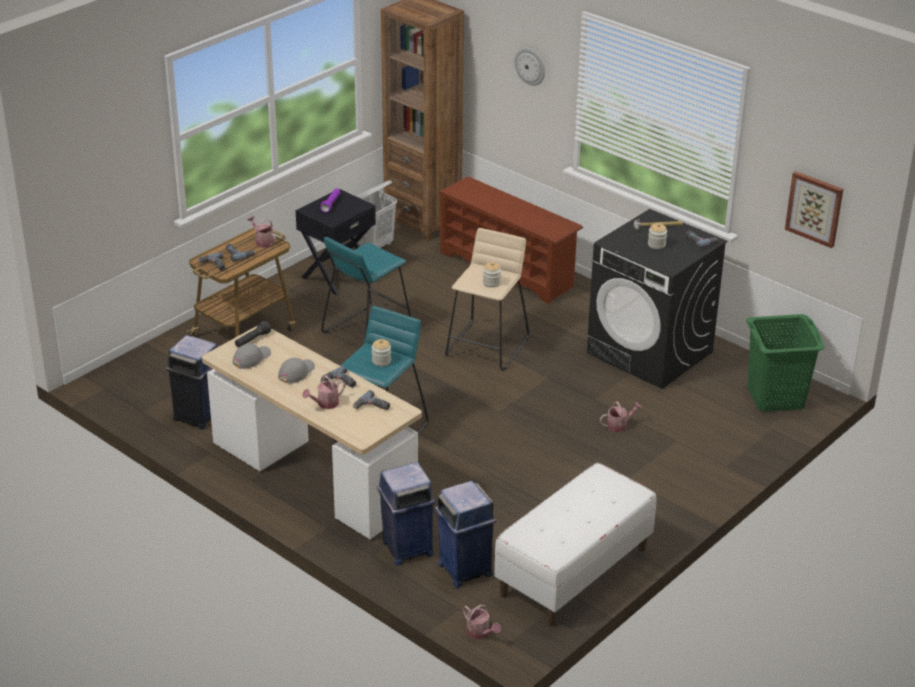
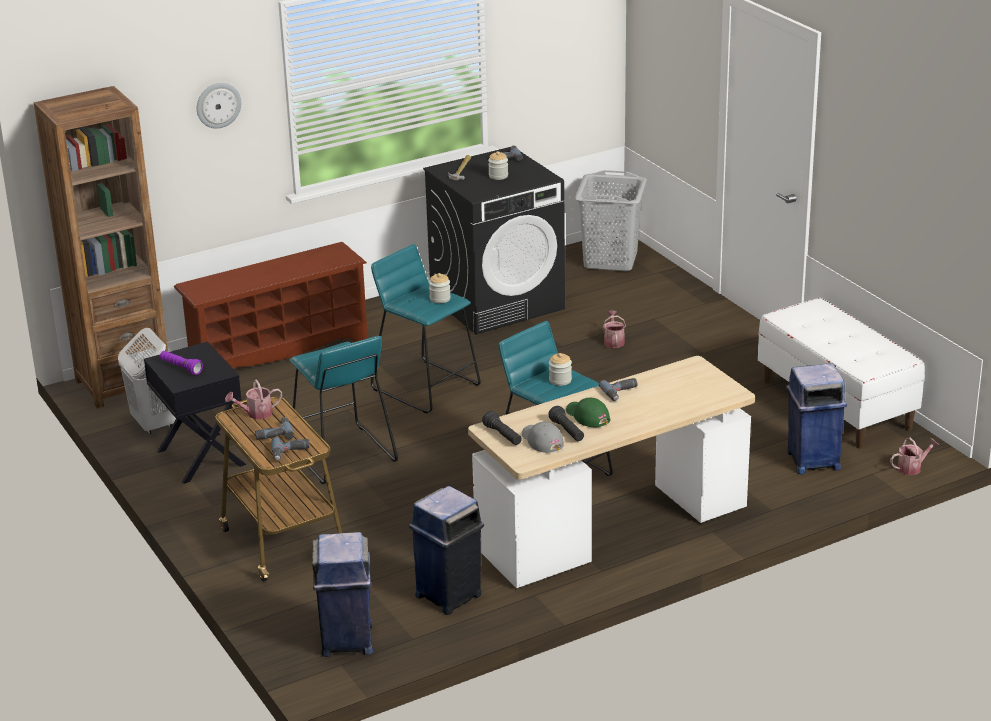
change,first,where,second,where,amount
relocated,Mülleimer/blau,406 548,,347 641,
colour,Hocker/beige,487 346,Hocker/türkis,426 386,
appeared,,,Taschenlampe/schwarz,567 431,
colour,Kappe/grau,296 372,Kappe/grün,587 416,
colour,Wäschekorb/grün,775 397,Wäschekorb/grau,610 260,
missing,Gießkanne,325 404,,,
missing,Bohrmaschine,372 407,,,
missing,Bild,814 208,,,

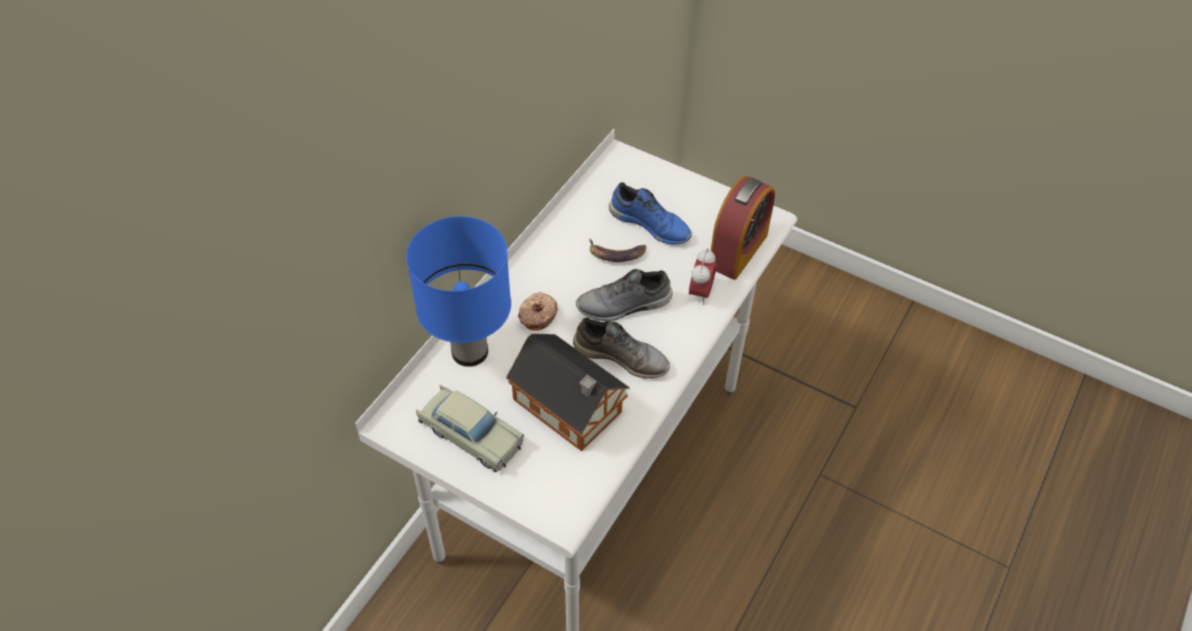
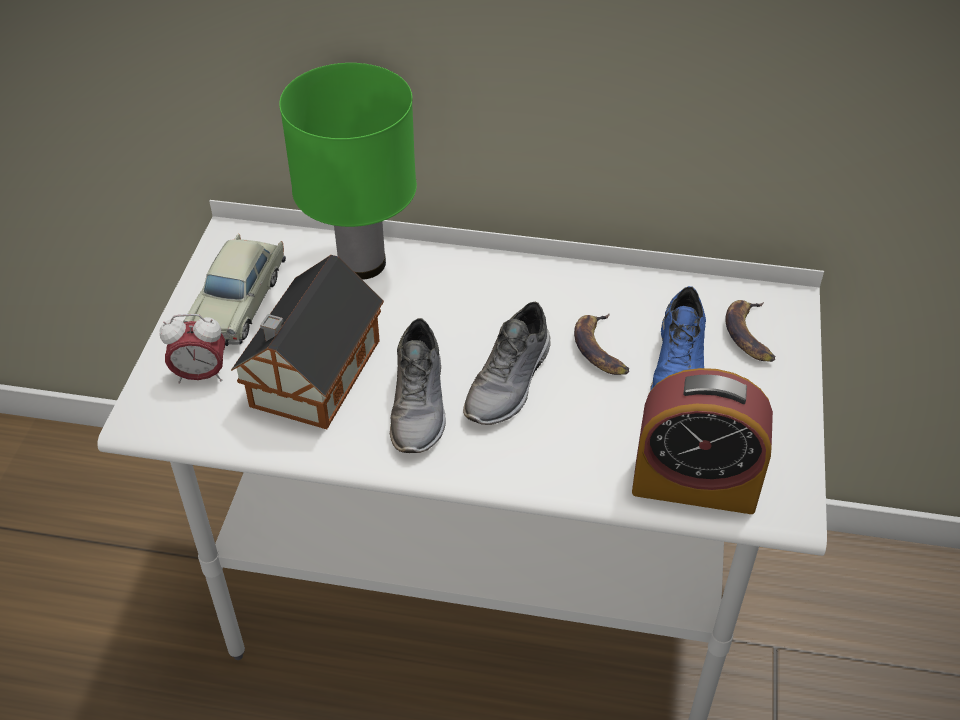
change,first,where,second,where,amount
relocated,Wecker,700 293,,201 375,
colour,Tischlampe/blau,469 351,Tischlampe/grün,363 263,
spun,Schuh/grau,624 306,,510 382,120 degrees counterclockwise
appeared,,,Banane,750 335,
missing,Donut,537 315,,,

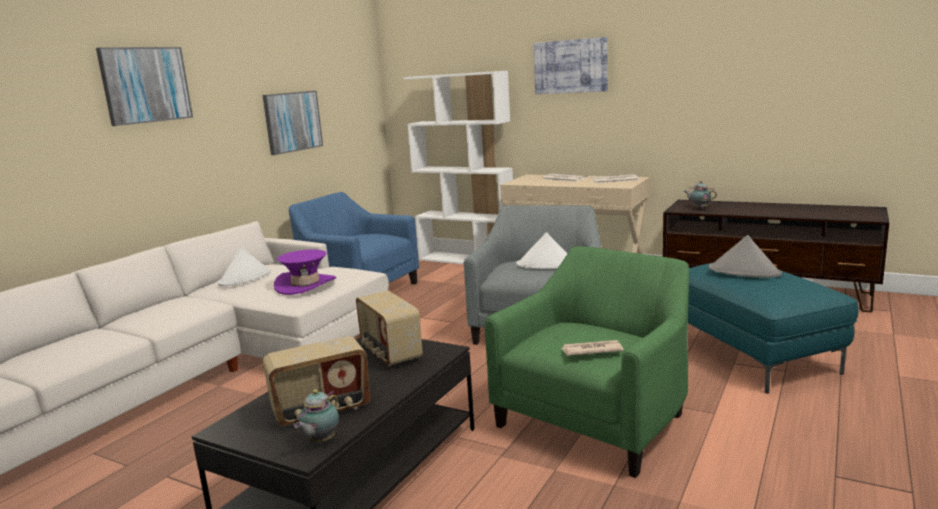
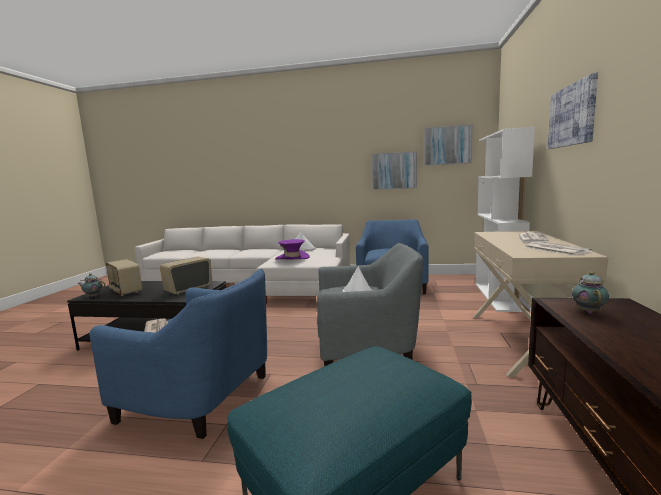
change,first,where,second,where,amount
colour,Sessel/grün,596 419,Sessel/blau,202 396,
relocated,Bild,145 85,,447 145,
missing,Hut/grau,744 272,,,

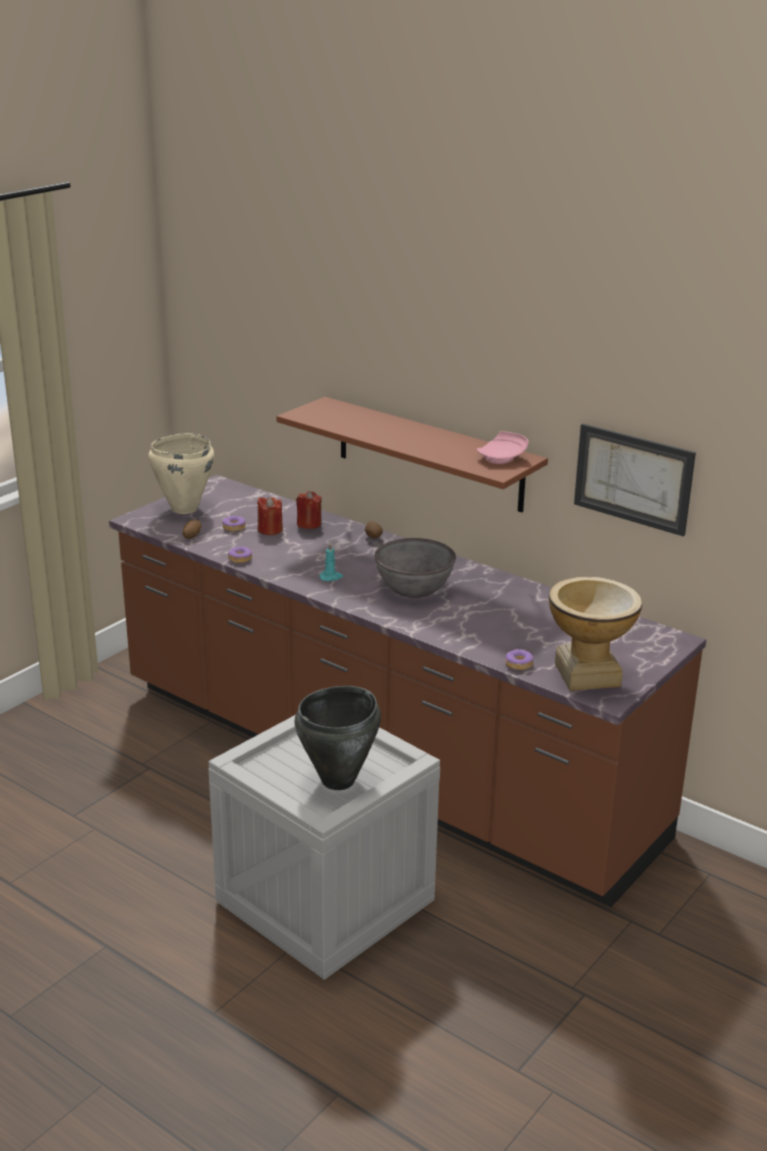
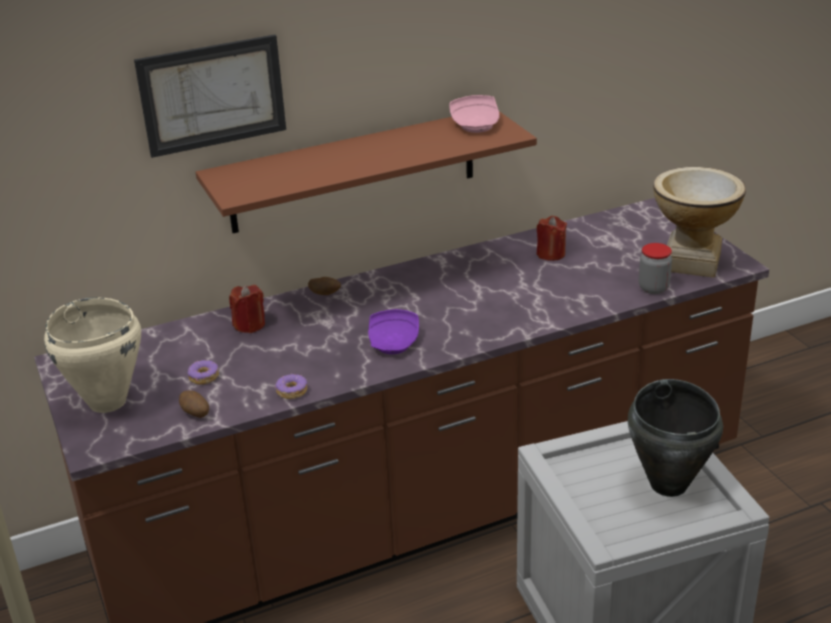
change,first,where,second,where,amount
relocated,Bild,633 478,,212 95,
exchanged,Kerze/türkis,331 577,Teller/lila,394 342,
relocated,Kerze/rot,270 530,,550 254,
exchanged,Donut,518 664,Vorratsglas,653 288,
missing,Schüssel/grau,414 588,,,

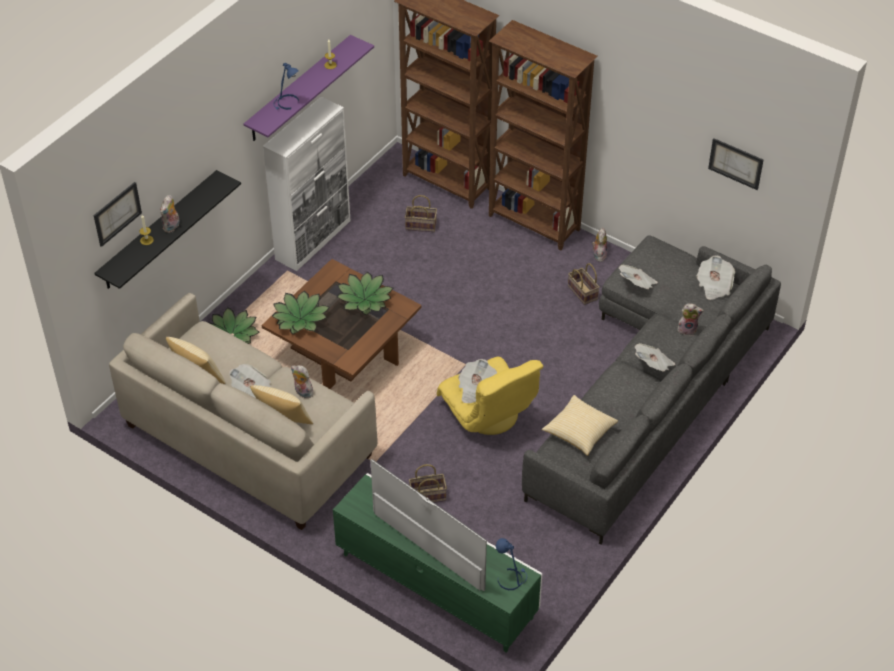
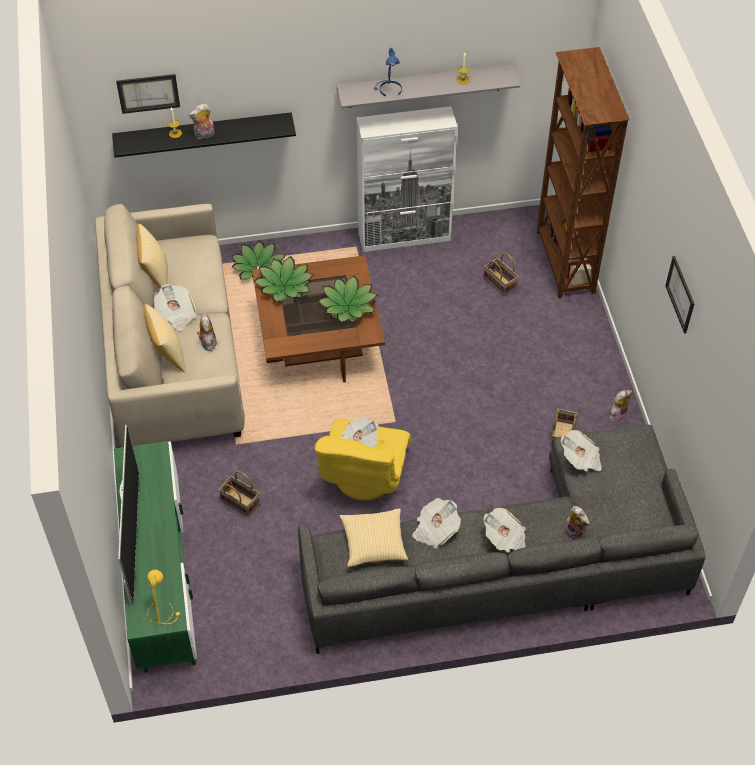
change,first,where,second,where,amount
colour,Tischlampe/blau,511 578,Tischlampe/gelb,162 612,
colour,Wandregal/lila,299 89,Wandregal/grau,424 86,
relocated,Zeitung,714 286,,435 530,
relocated,Bild,736 163,,680 294,
missing,Bücherregal/braun,534 223,,,

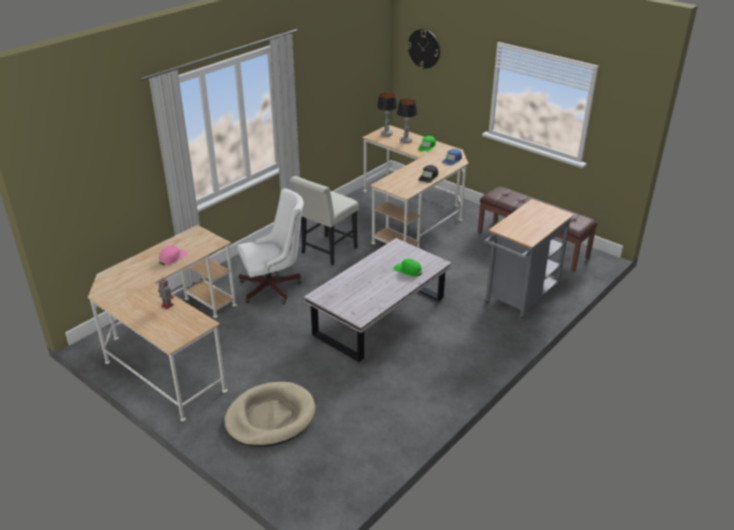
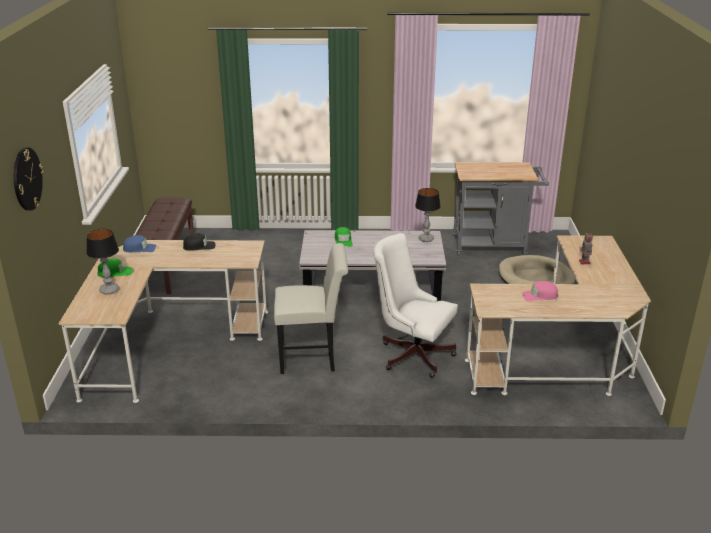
change,first,where,second,where,amount
relocated,Tischlampe,386 134,,426 239,
relocated,Rollwagen/grau,519 299,,494 246,

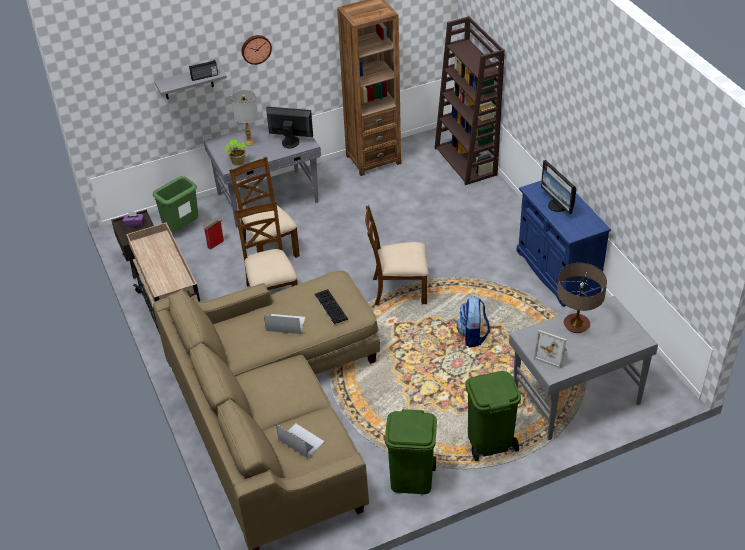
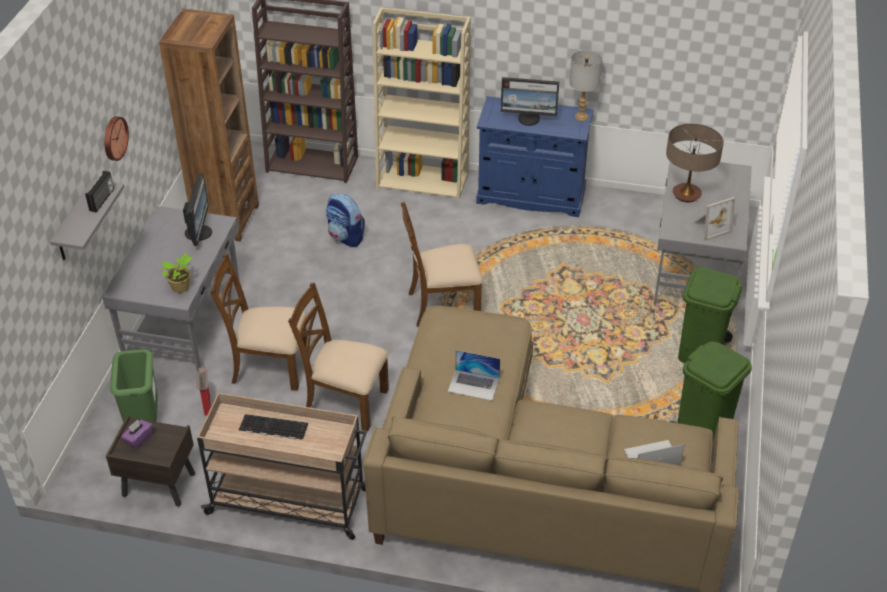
change,first,where,second,where,amount
spun,Monitor,290 142,,199 232,135 degrees clockwise
relocated,Tastatur,330 306,,272 427,
relocated,Rucksack,473 336,,346 237,
appeared,,,Bücherregal/beige,423 180,
spun,Stuhl/braun,398 290,,442 305,45 degrees clockwise
spun,Laptop,285 324,,473 385,120 degrees counterclockwise
relocated,Tischlampe/grau,249 142,,581 117,

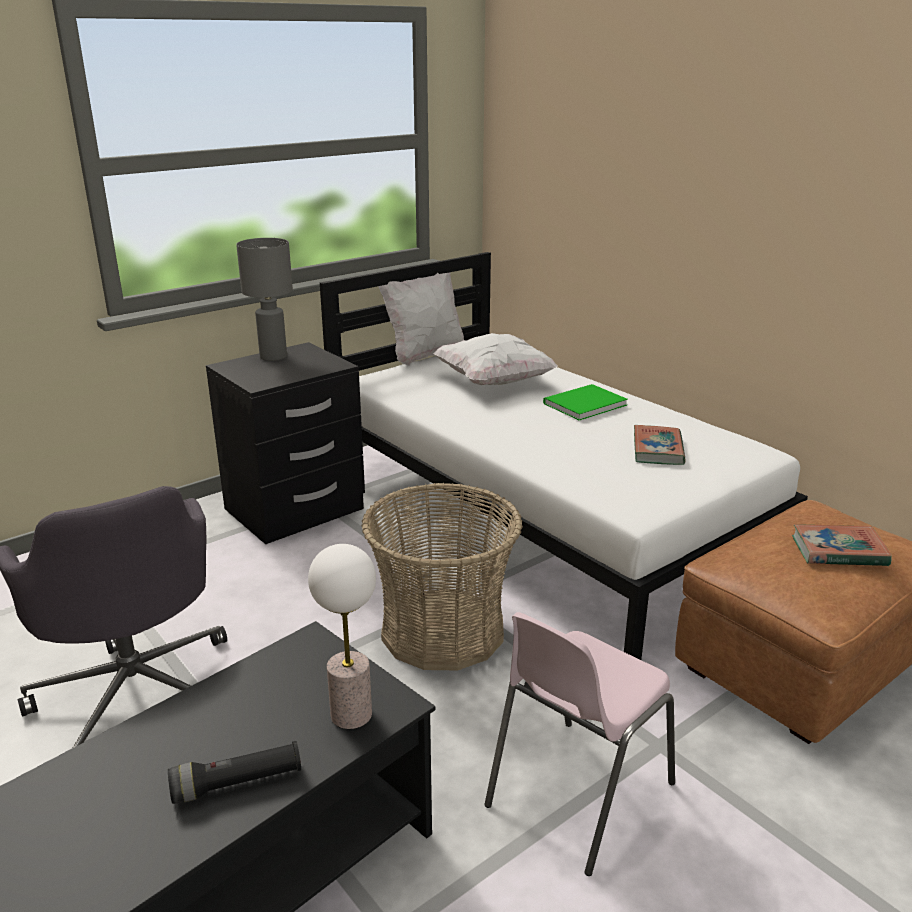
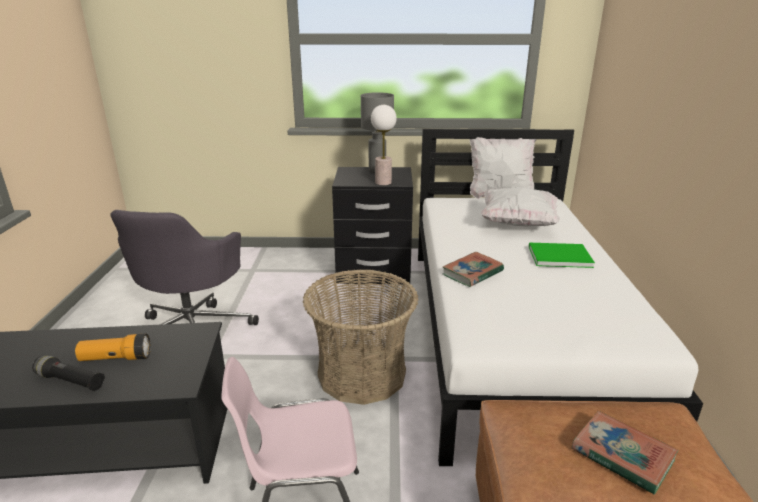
change,first,where,second,where,amount
appeared,,,Taschenlampe,116 358,
relocated,Tischlampe,350 714,,383 182,
relocated,Buch,658 450,,472 273,

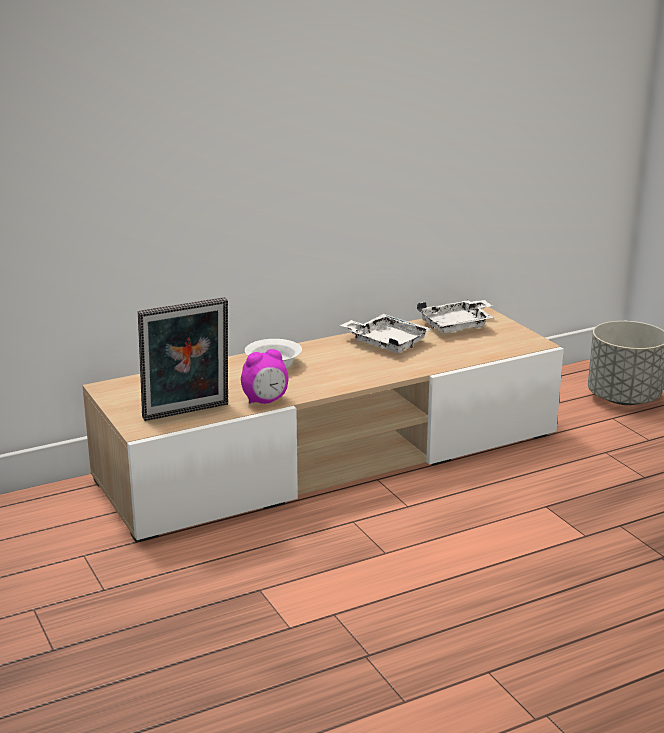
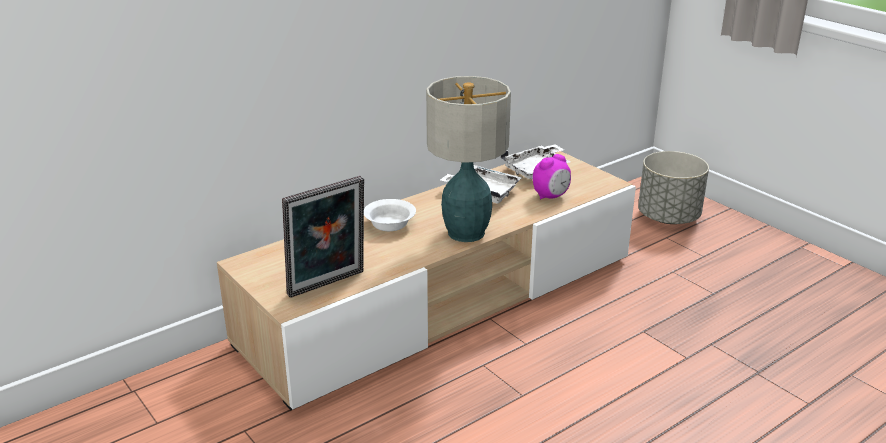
change,first,where,second,where,amount
appeared,,,Tischlampe,465 233,
relocated,Wecker,265 401,,551 196,

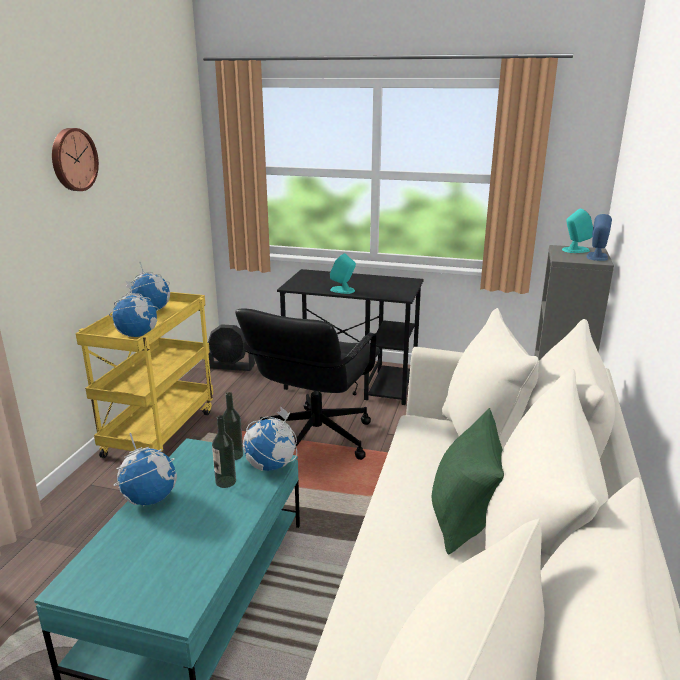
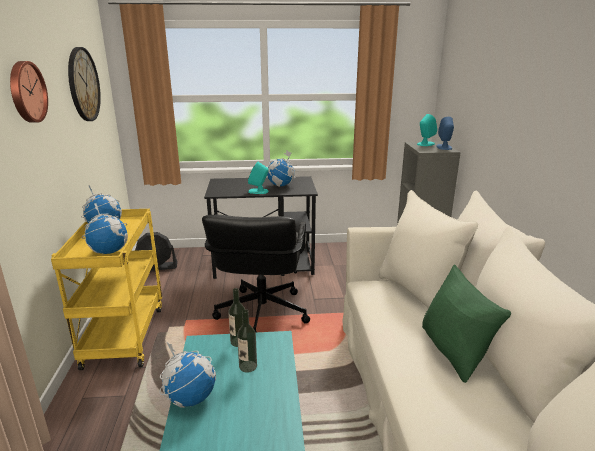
change,first,where,second,where,amount
appeared,,,Wanduhr,83 84,
relocated,Globus,271 466,,281 185,

